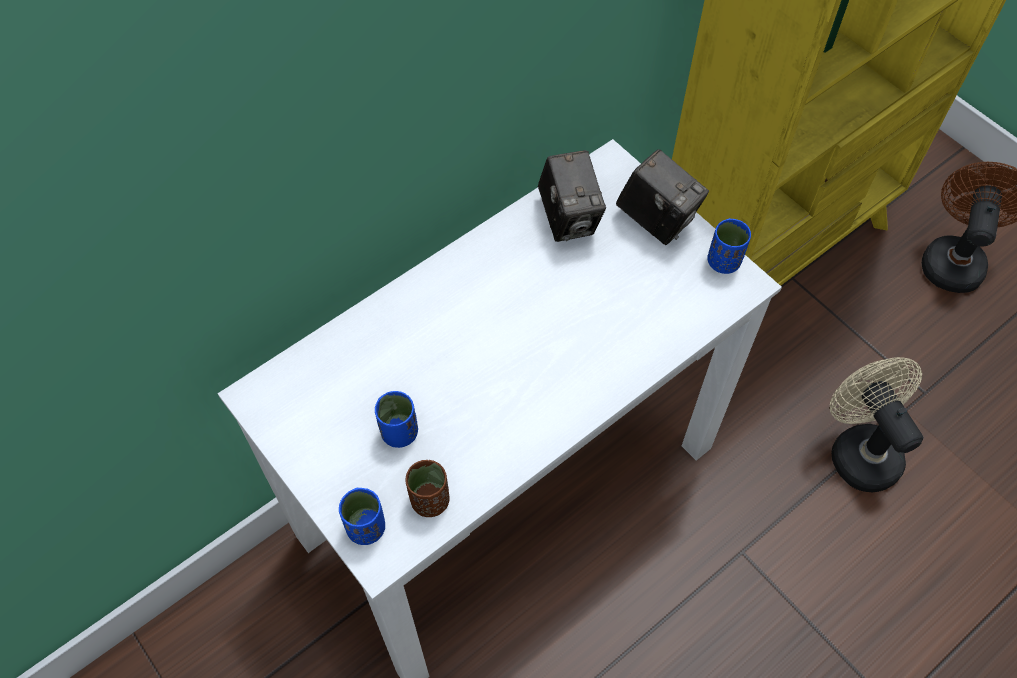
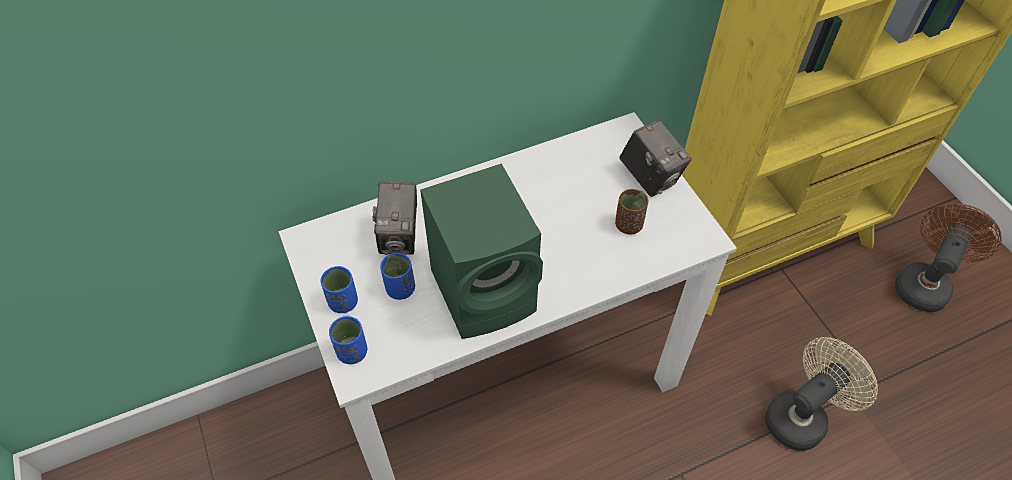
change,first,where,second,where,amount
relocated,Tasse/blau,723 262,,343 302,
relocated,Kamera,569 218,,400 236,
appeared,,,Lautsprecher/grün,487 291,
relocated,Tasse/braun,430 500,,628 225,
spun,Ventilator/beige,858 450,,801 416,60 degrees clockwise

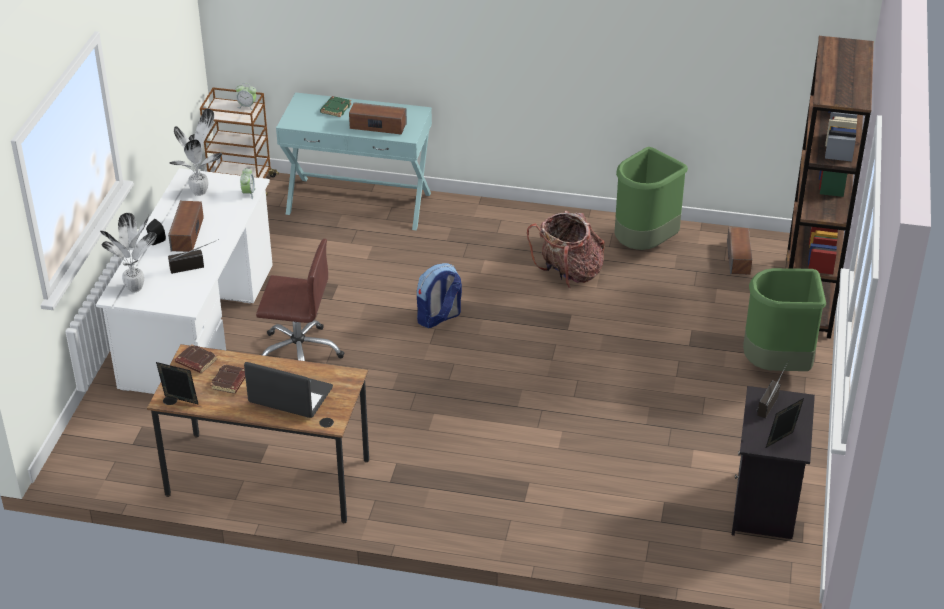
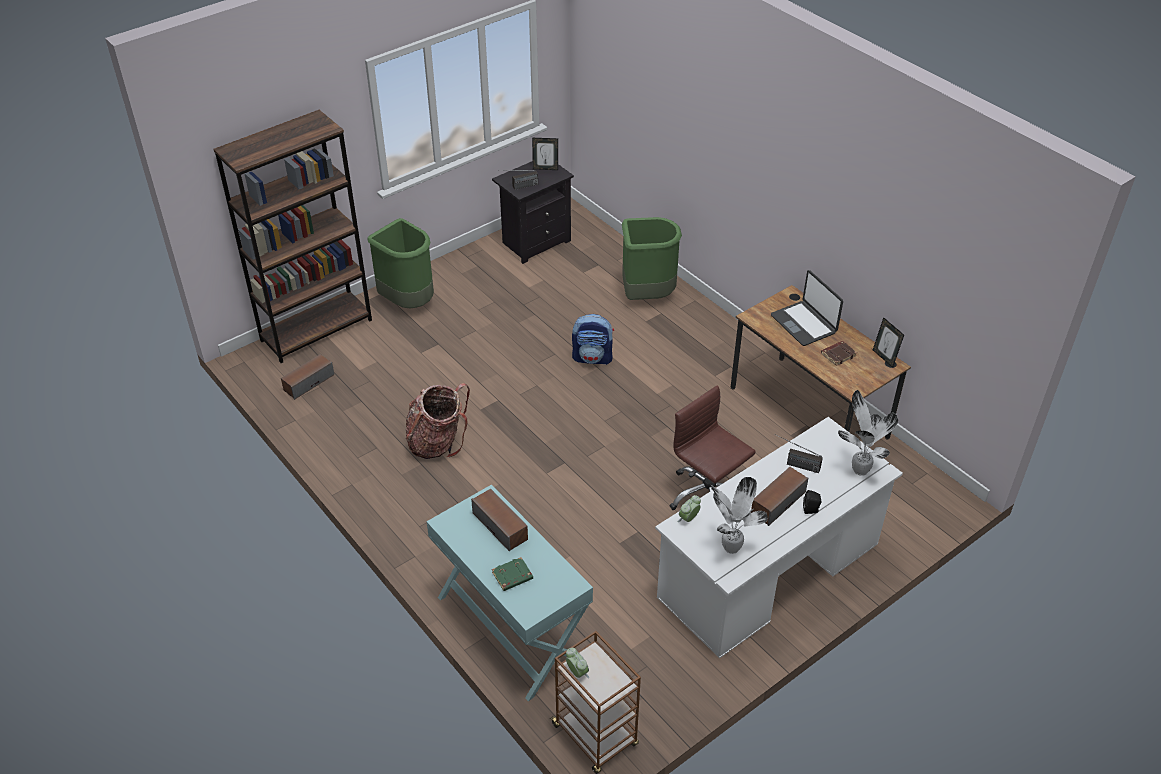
change,first,where,second,where,amount
relocated,Rucksack,439 318,,593 358,
relocated,Mülleimer/grün,644 244,,646 295,
missing,Buch/braun,195 362,,,

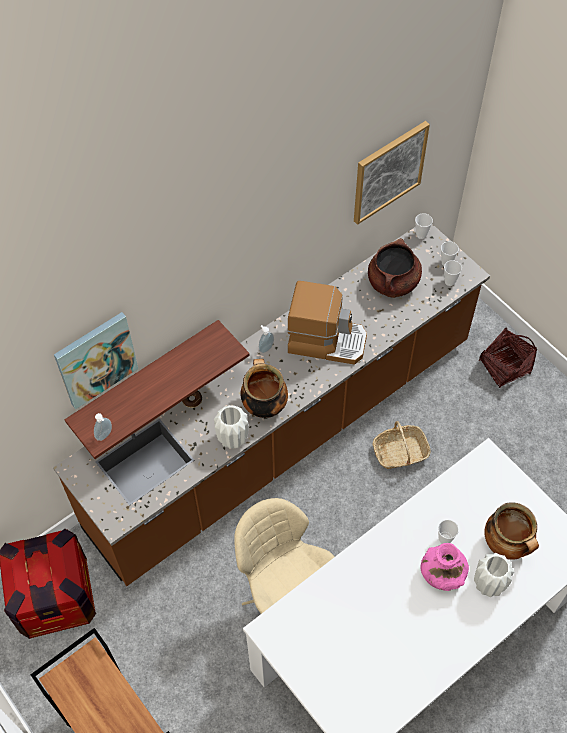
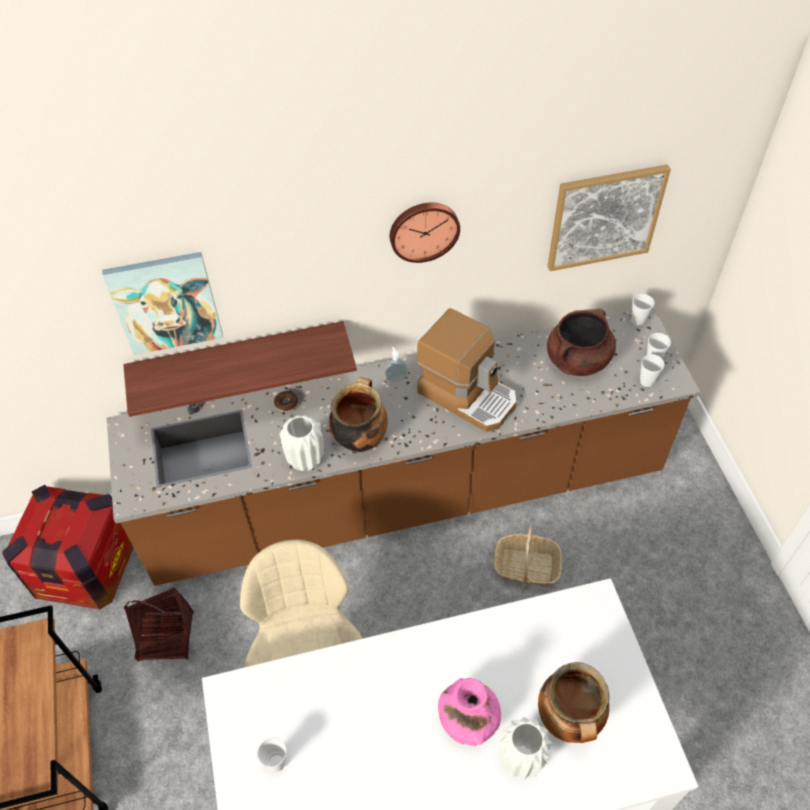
change,first,where,second,where,amount
relocated,Korb,504 367,,166 637,
relocated,Tasse,444 539,,276 763,
appeared,,,Wanduhr,423 230,
missing,Seifenspender,105 435,,,

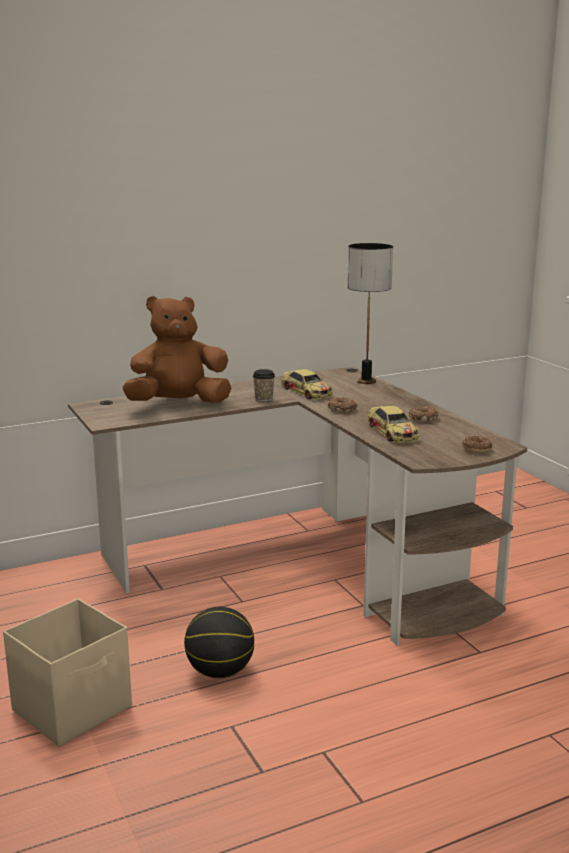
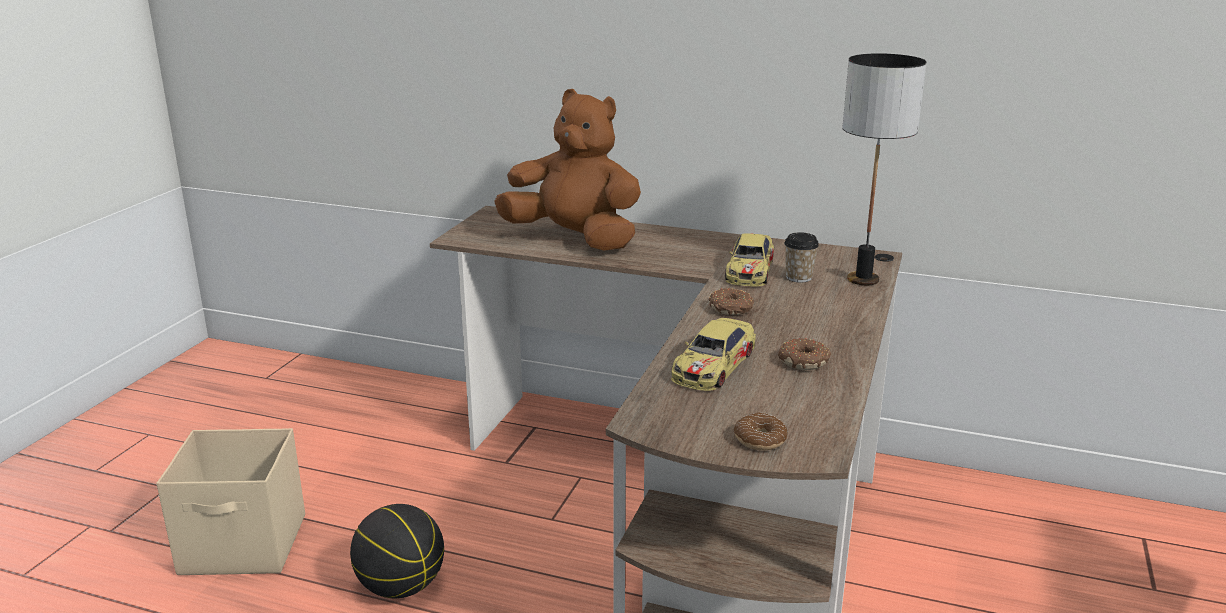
change,first,where,second,where,amount
relocated,Tasse,264 399,,798 277,

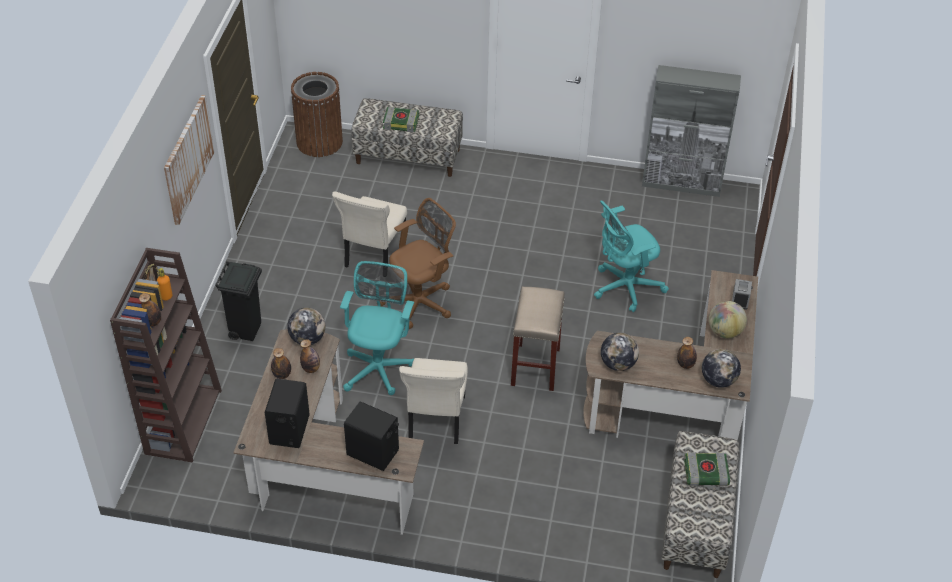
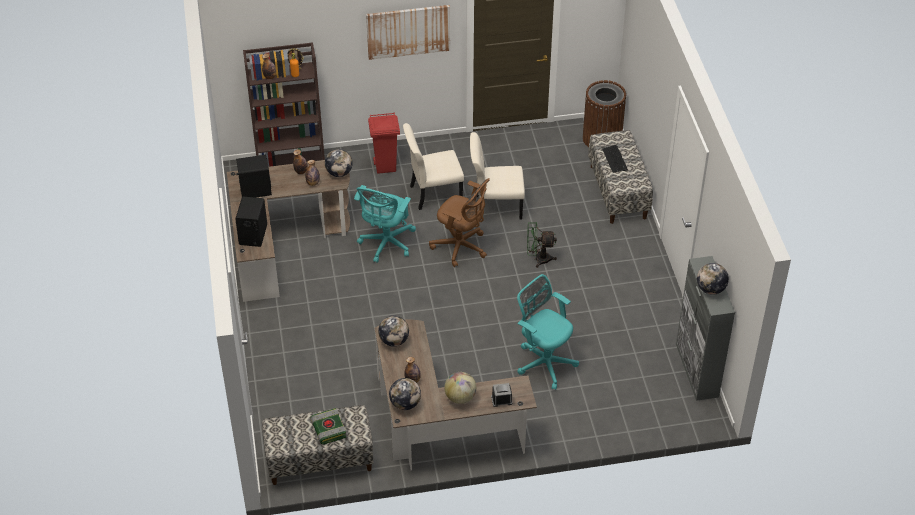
change,first,where,second,where,amount
spun,Bürostuhl/türkis,379 366,,386 244,120 degrees clockwise
colour,Mülleimer/schwarz,246 330,Mülleimer/rot,386 167,
relocated,Stuhl/beige,435 420,,433 194,
appeared,,,Ventilator/grün,538 259,
exchanged,Buch,401 122,Tastatur,615 159,
appeared,,,Globus,710 289,
missing,Hocker/beige,535 366,,,

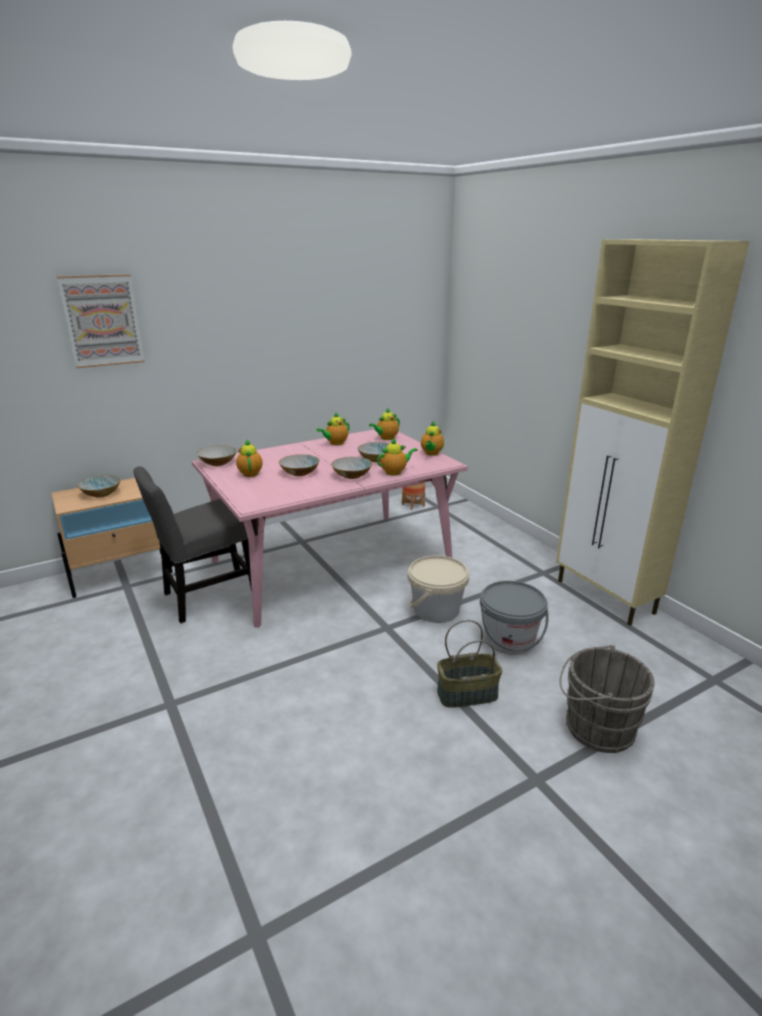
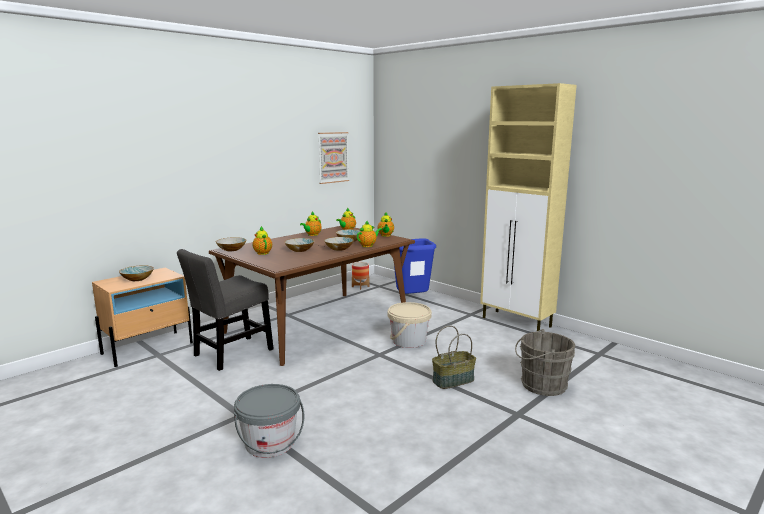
change,first,where,second,where,amount
colour,Esstisch/rosa,332 563,Esstisch/braun,318 324,
relocated,Eimer/grau,509 639,,270 443,
relocated,Bild,102 321,,333 157,
appeared,,,Mülleimer/blau,412 300,

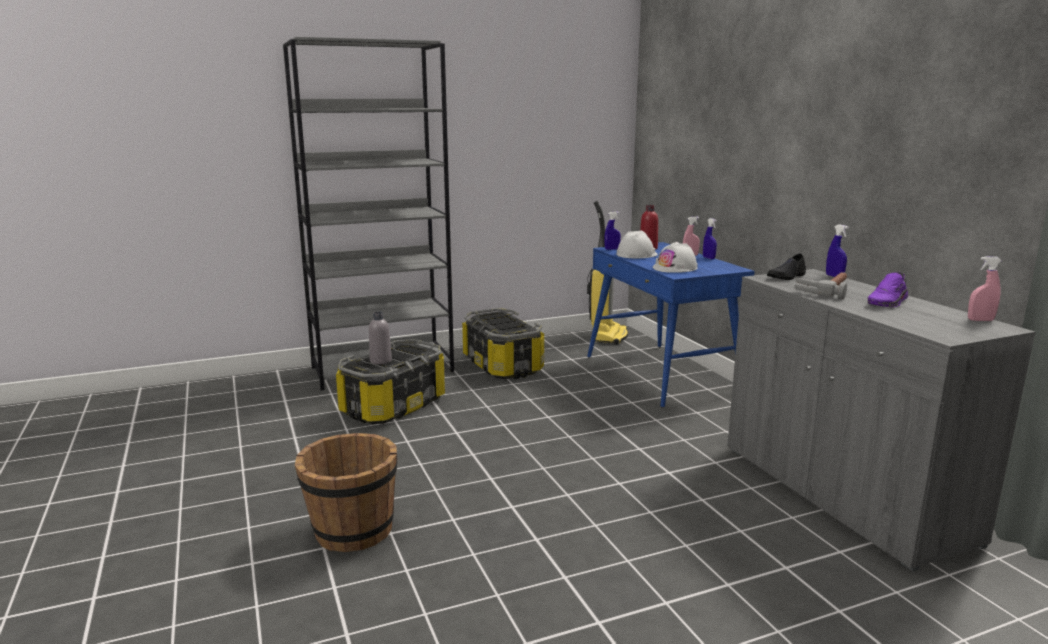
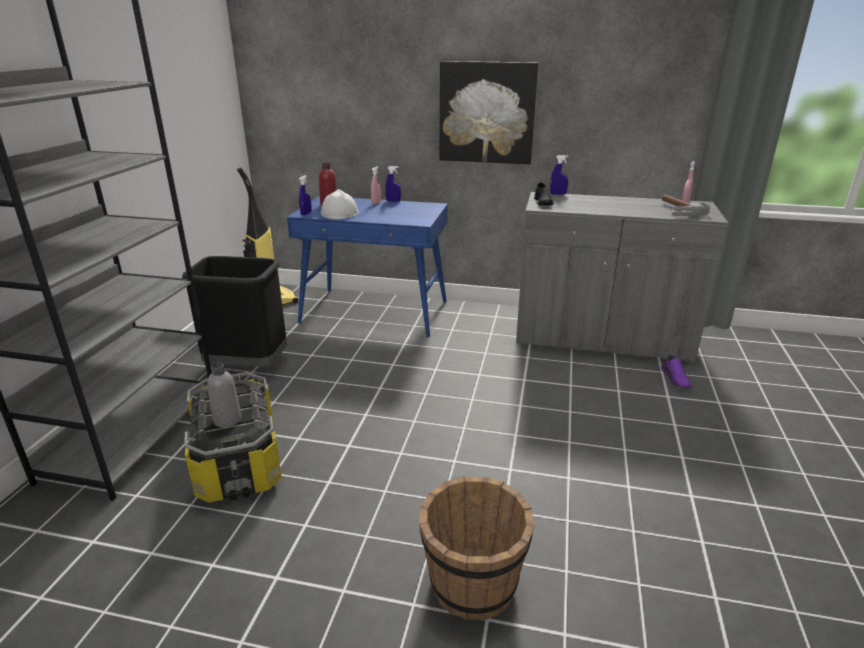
change,first,where,second,where,amount
exchanged,Aufbewahrungsbox,502 365,Mülleimer/schwarz,247 366,
appeared,,,Bild,487 113,
relocated,Schuh/lila,888 303,,676 379,
relocated,Hammer,824 289,,675 210,
missing,Schutzhelm/weiß,675 268,,,

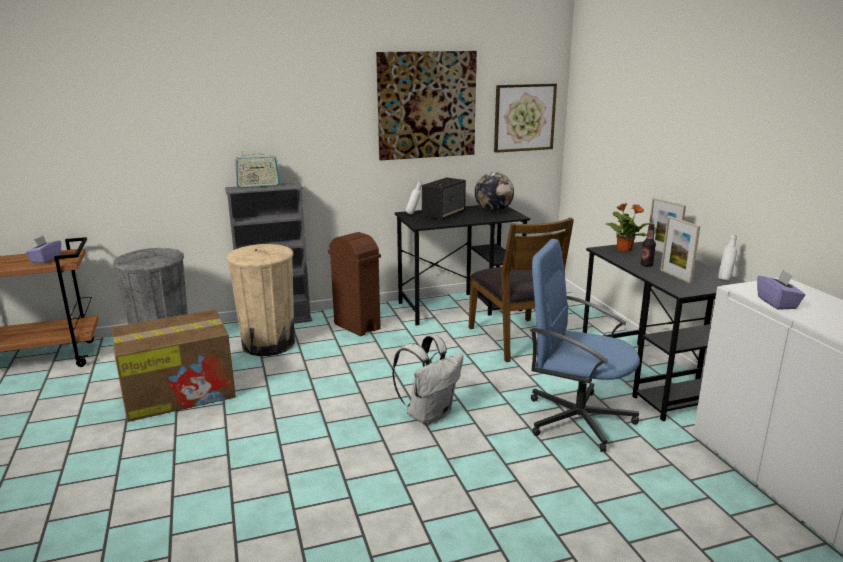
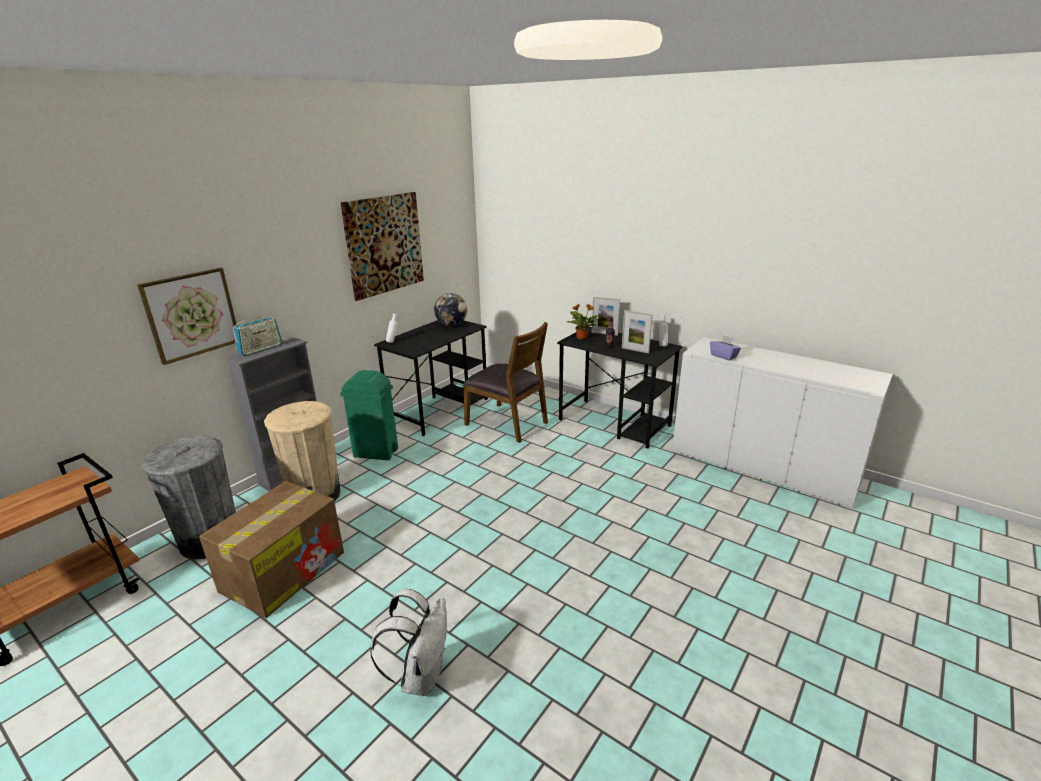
change,first,where,second,where,amount
relocated,Bild,524 117,,191 314,
colour,Mülleimer/braun,357 327,Mülleimer/grün,376 453,
relocated,Rucksack/weiß,429 414,,421 675,
missing,Taschentuchbox/lila,46 259,,,
missing,Lautsprecher,443 214,,,
missing,Bürostuhl/blau,577 419,,,

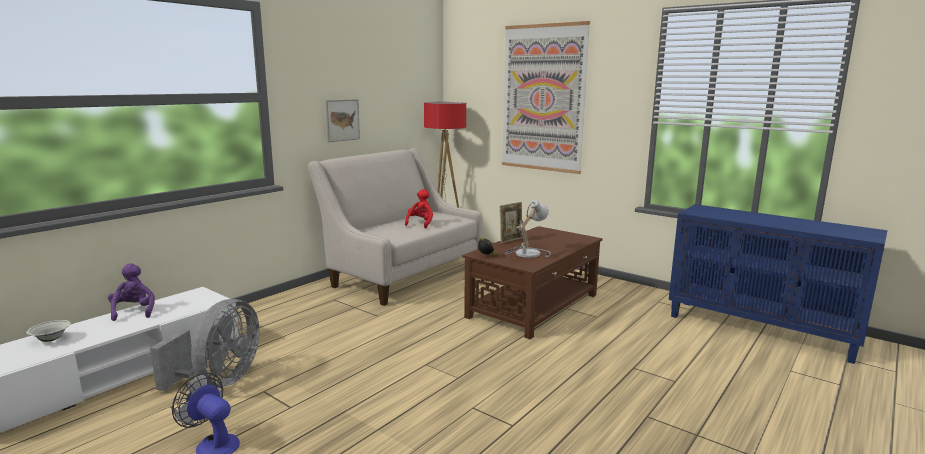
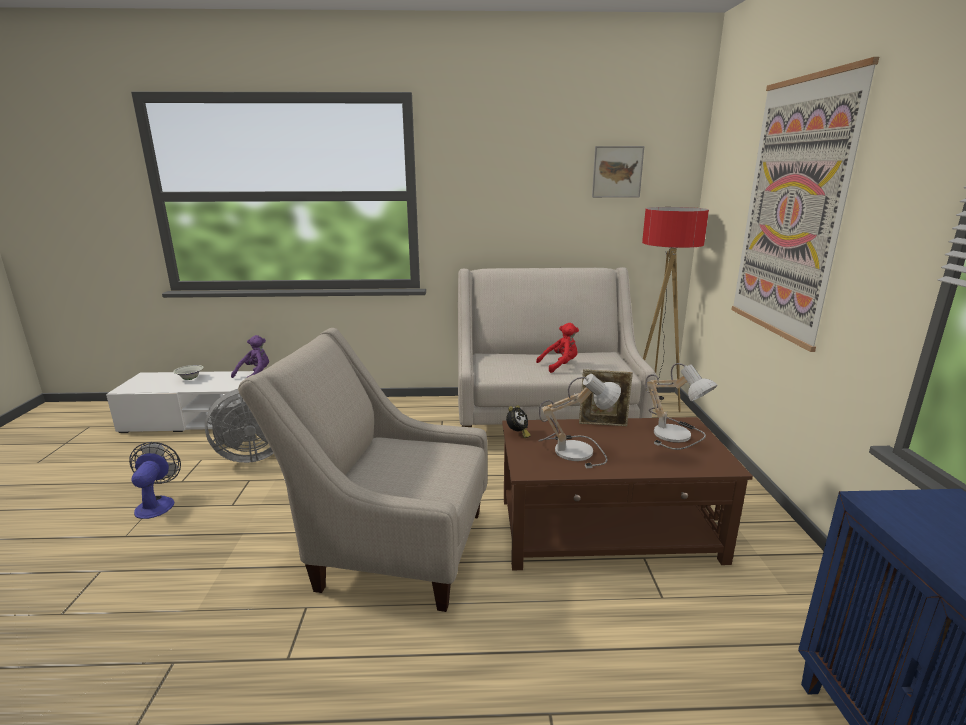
change,first,where,second,where,amount
appeared,,,Sessel/beige,390 547,
relocated,Bild,342 120,,617 172,
appeared,,,Tischlampe,676 434,

